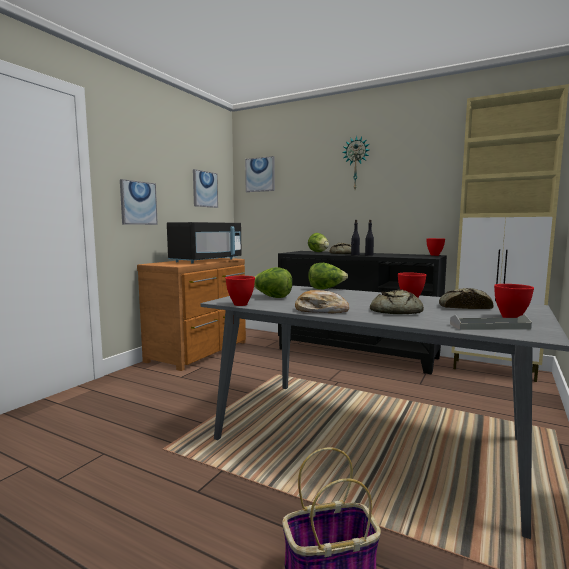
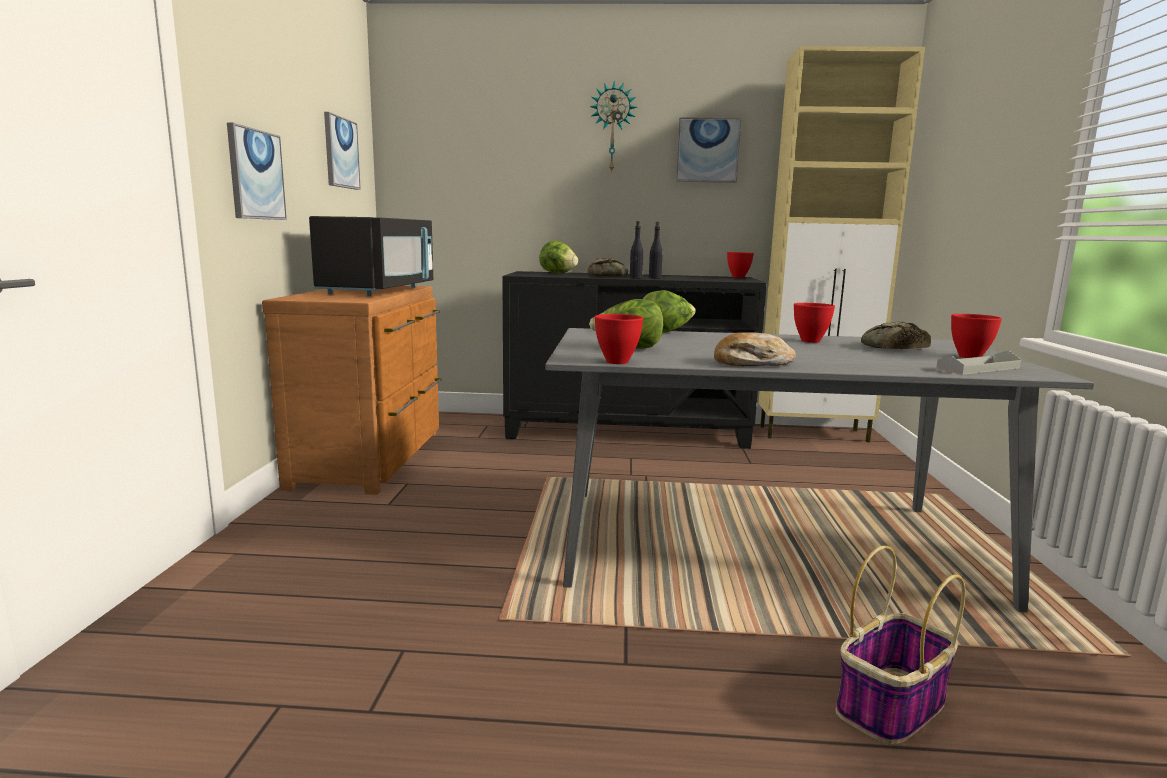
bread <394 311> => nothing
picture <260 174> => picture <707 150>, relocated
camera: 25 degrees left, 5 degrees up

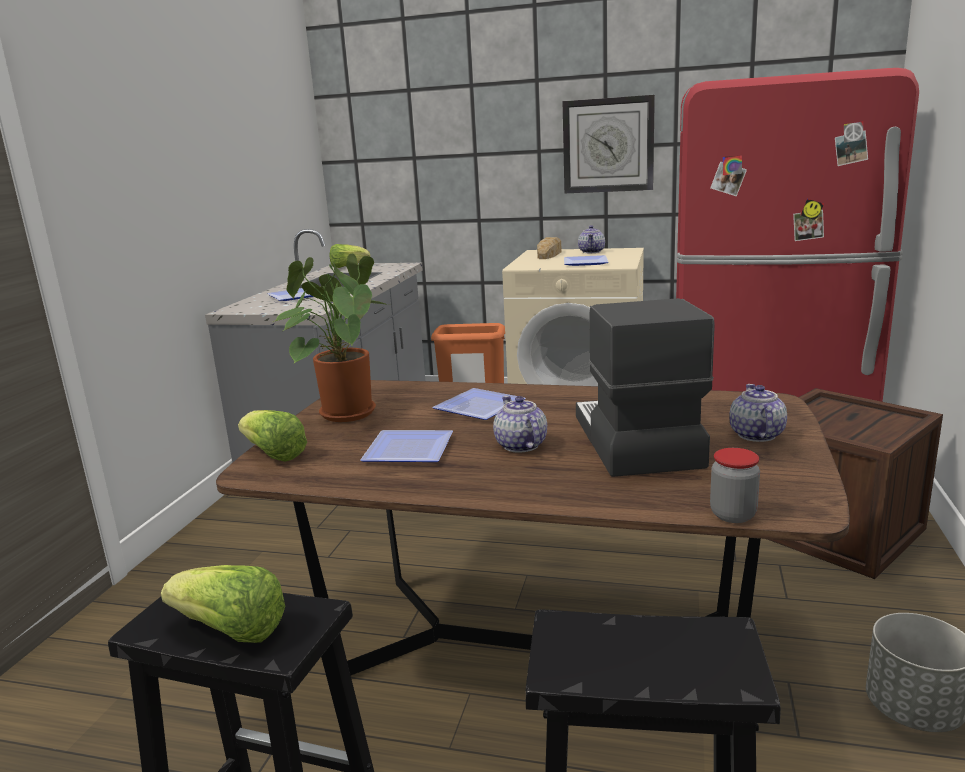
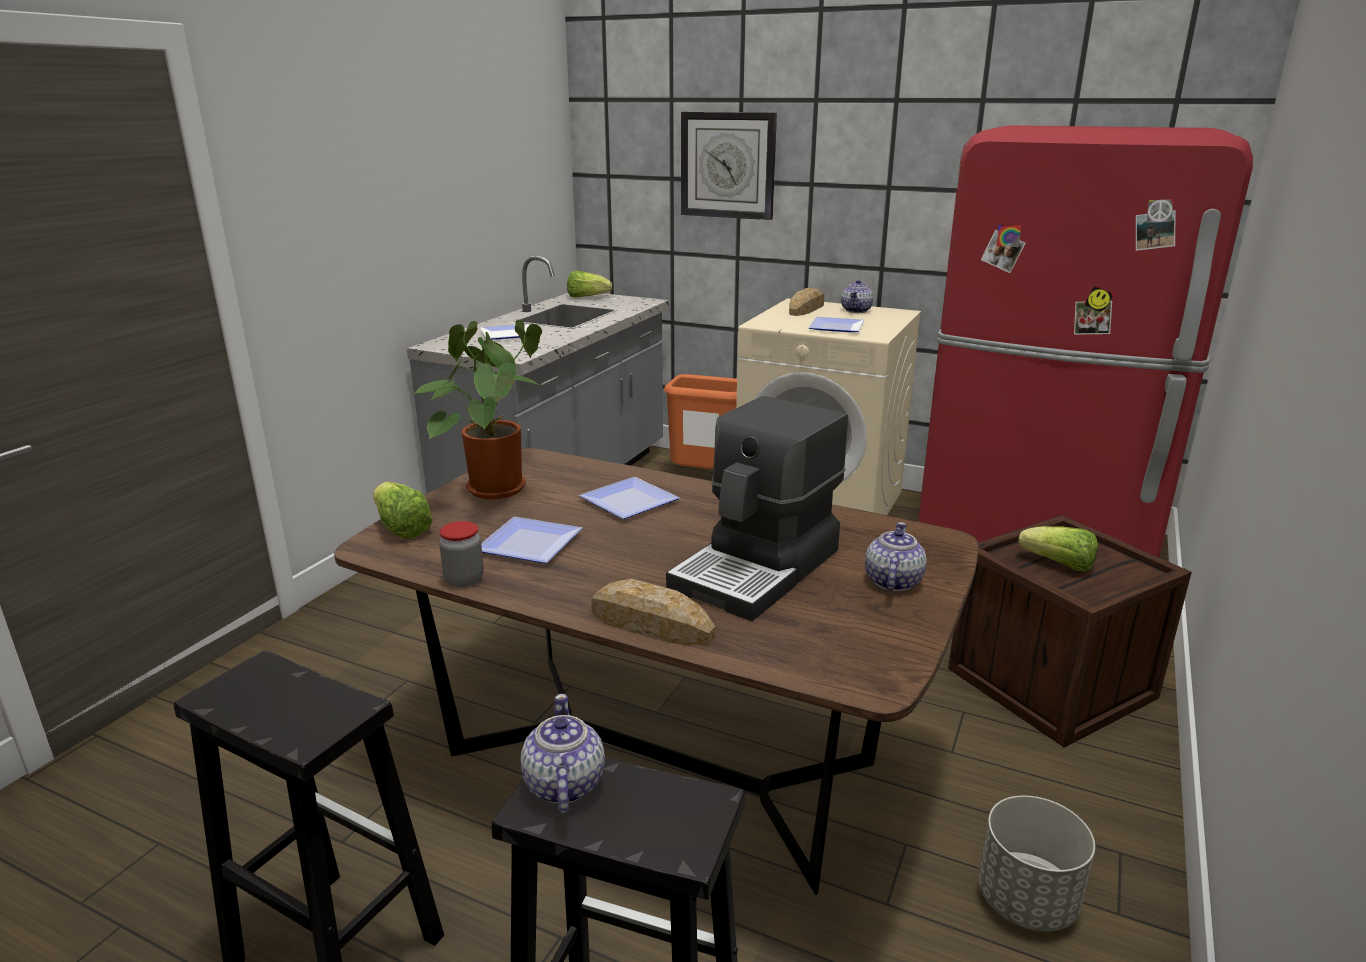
nothing => bread <651 624>
lettuce <231 631> => lettuce <1059 565>, relocated
teapot <520 446> => teapot <563 785>, relocated
wall clock <608 145> => wall clock <728 165>, relocated
jar <733 515> => jar <464 579>, relocated
coffee machine <634 441> => coffee machine <759 569>, 150 degrees counterclockwise
camera: 10 degrees right, 5 degrees up

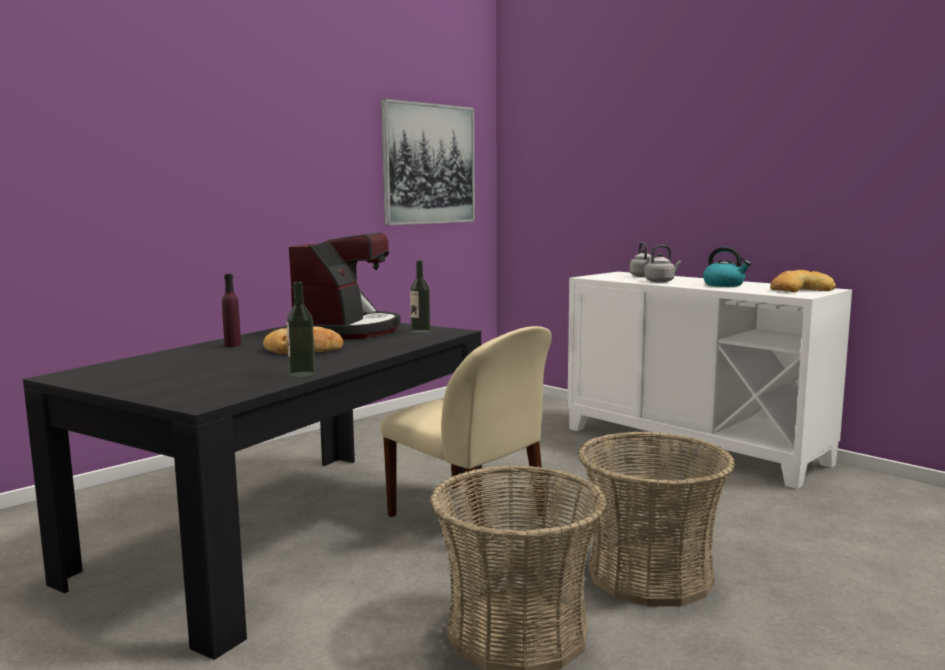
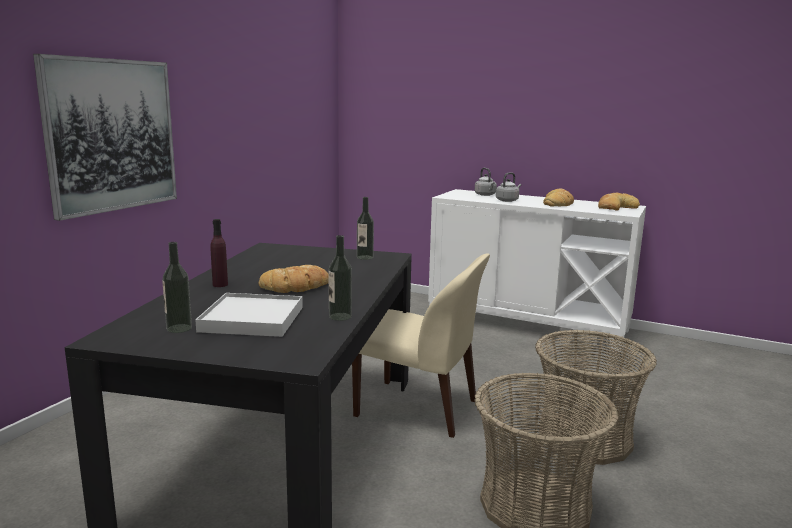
coffee machine <347 331> => nothing
nothing => bottle <179 328>
nothing => tray/white <252 319>
picture <429 164> => picture <111 135>, relocated
kettle <724 285> => bread <558 203>
camera: 20 degrees left, 5 degrees up

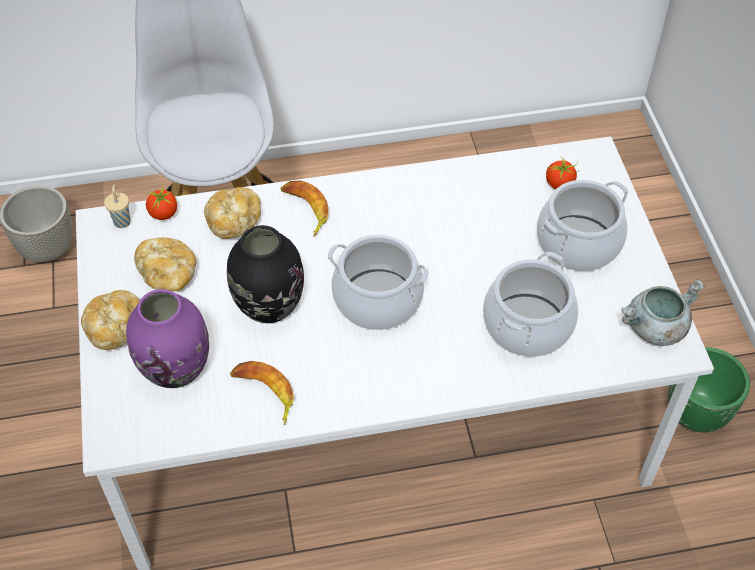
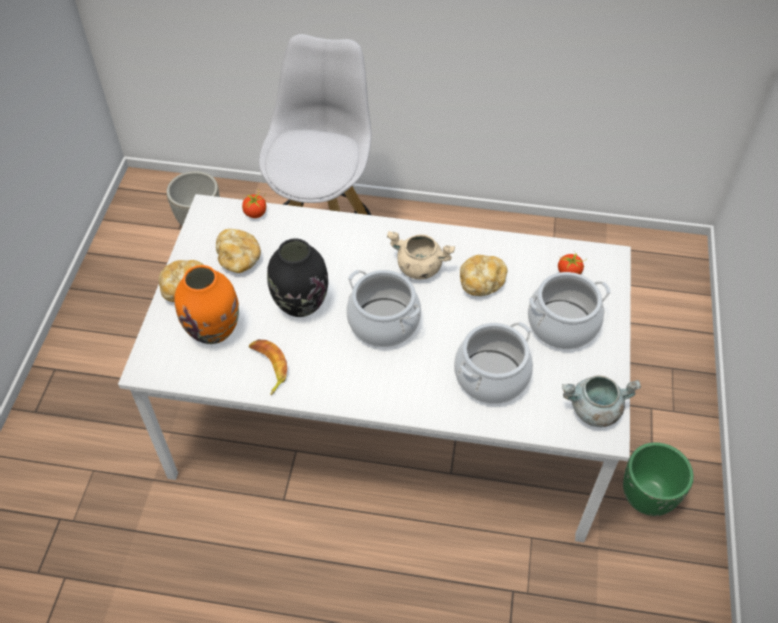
cup/beige <122 221> => nothing
banana <305 210> => nothing
nothing => cooking pot/beige <419 267>
bread <234 221> => bread <482 282>, relocated
vase/purple <176 369> => vase/orange <214 330>
camera: 20 degrees right, 0 degrees up

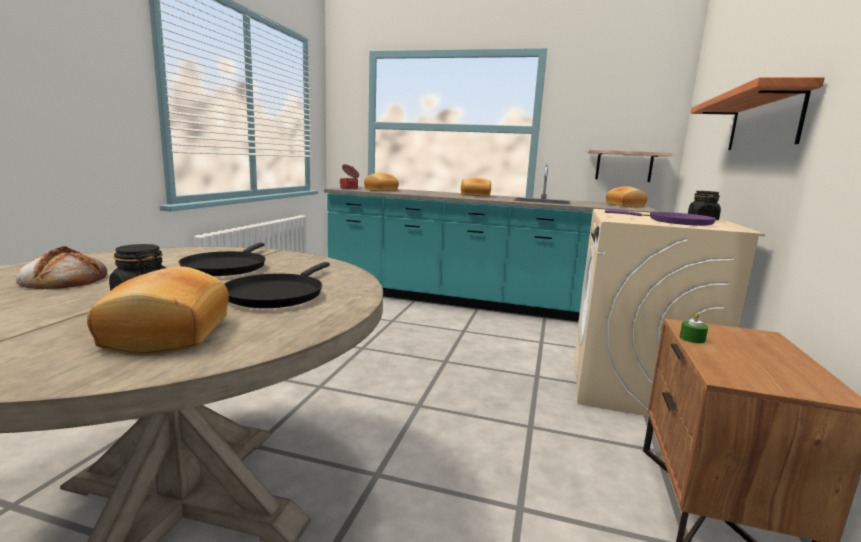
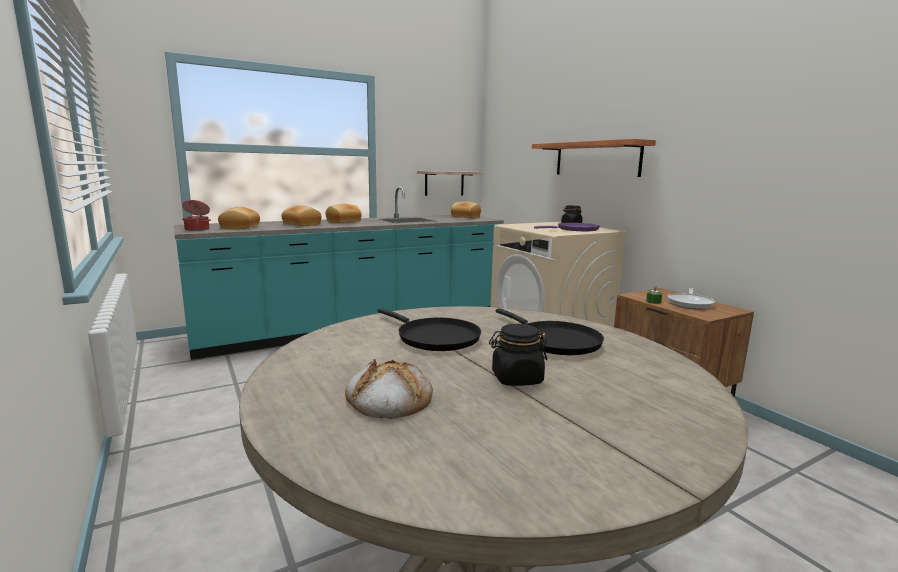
nothing => frying pan <690 303>
bread <164 333> => bread <301 224>, relocated
camera: 45 degrees left, 0 degrees up

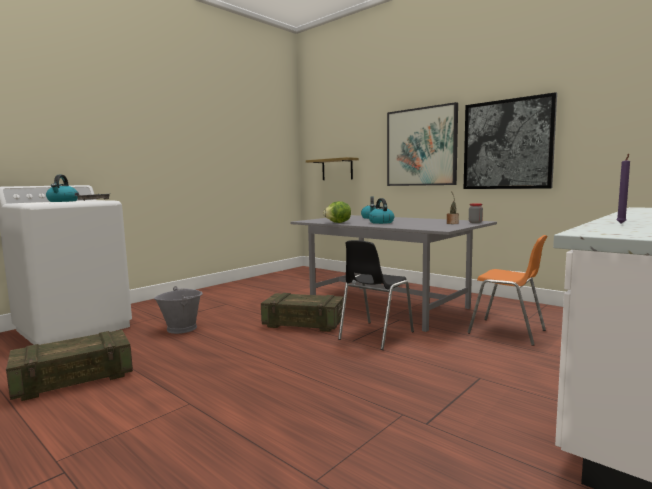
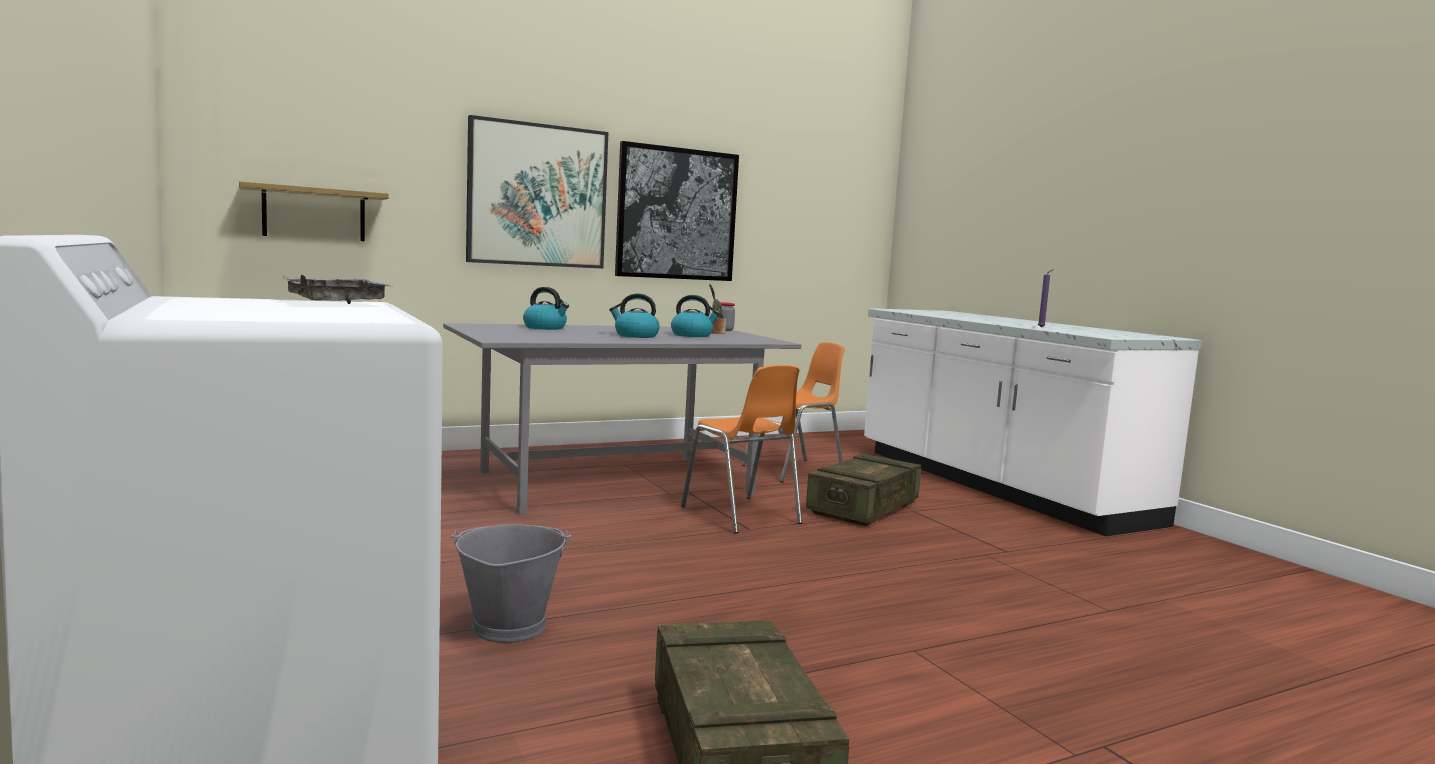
lettuce <338 223> => nothing
kettle <63 201> => kettle <692 335>, relocated
crate <303 324> => crate <863 509>, relocated
chair/black <375 335> => chair/orange <741 515>
camera: 70 degrees left, 0 degrees up

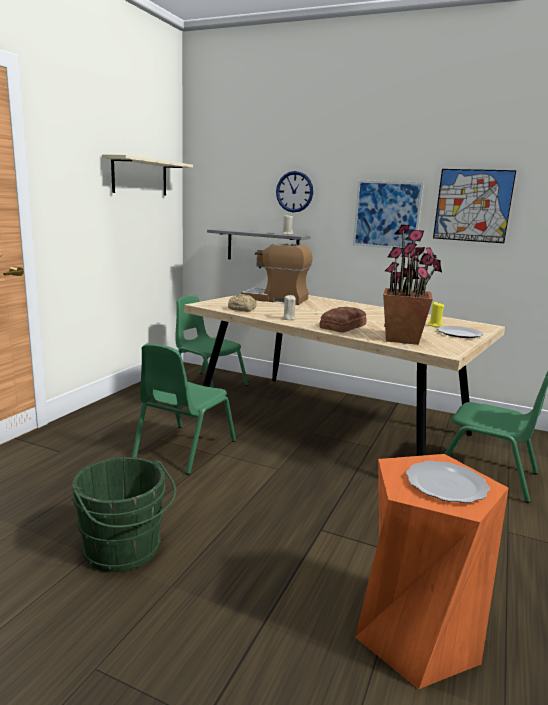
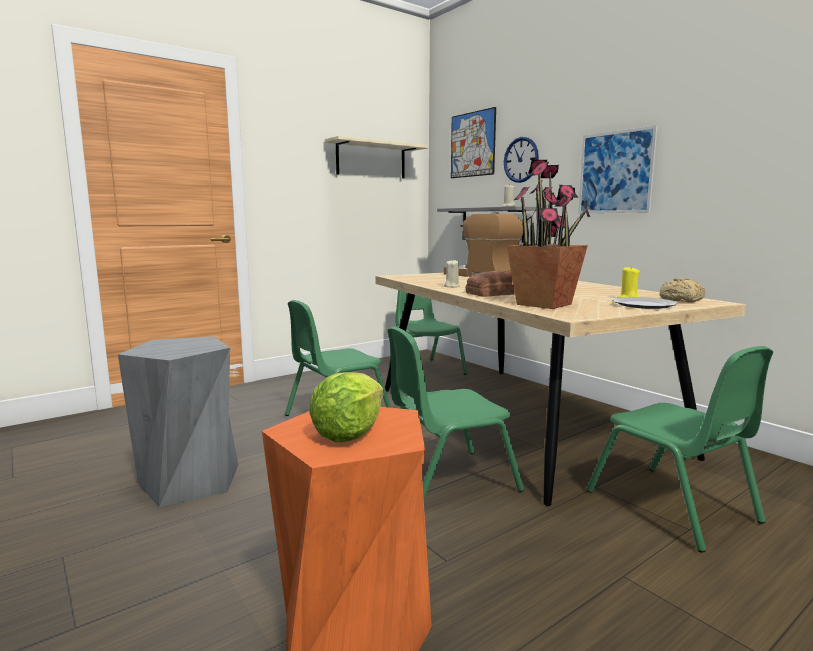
nothing => chair/green <446 481>
bread <242 309> => bread <682 300>, relocated
picture <473 205> => picture <472 144>, relocated
bucket/green <124 551> => stool/grey <190 481>
plate <445 485> => lettuce <350 432>
camera: 30 degrees right, 5 degrees down

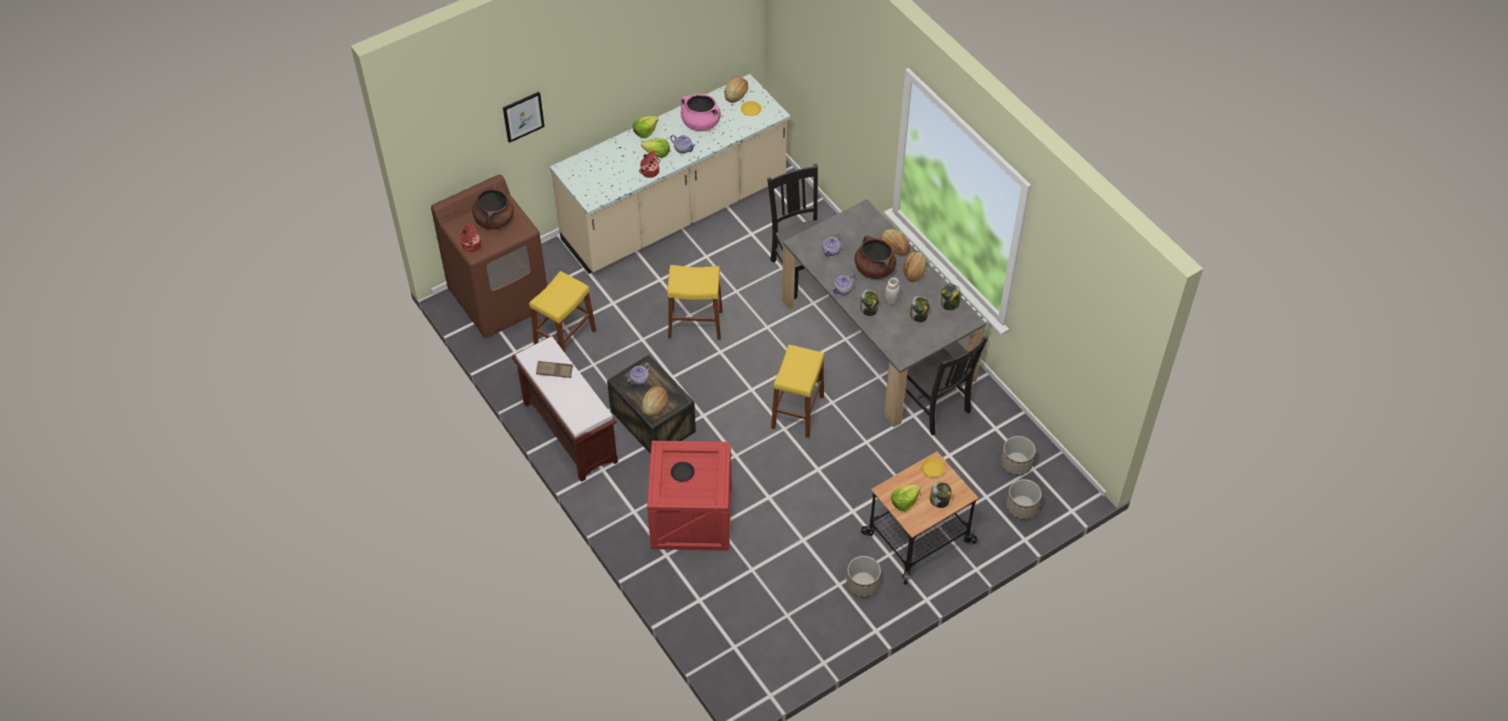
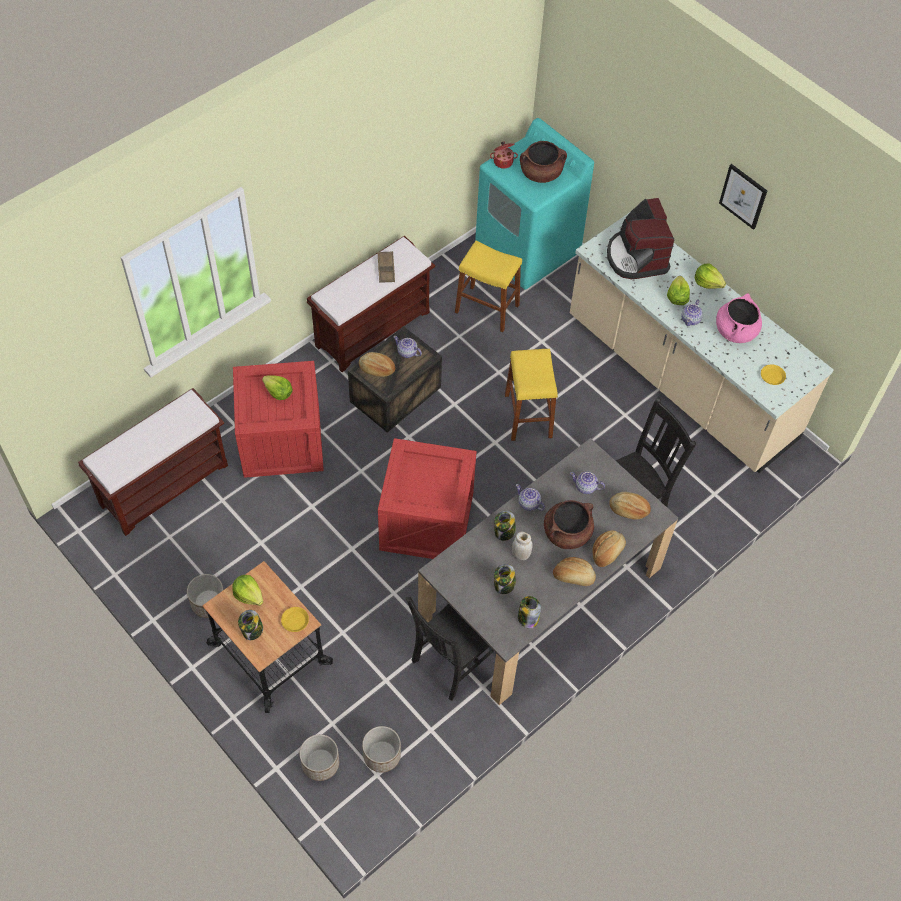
cooking pot <649 171> => nothing
nothing => bench/brown <165 484>
nothing => coffee machine <636 257>
picture <523 116> => picture <743 196>, relocated
bread <736 93> => bread <628 510>, relocated
plate/black <682 473> => lettuce <278 392>
stool/yellow <797 412> => crate <425 522>
washing machine/brown <500 299> => washing machine/turquoise <527 250>
camera: 80 degrees right, 5 degrees up

